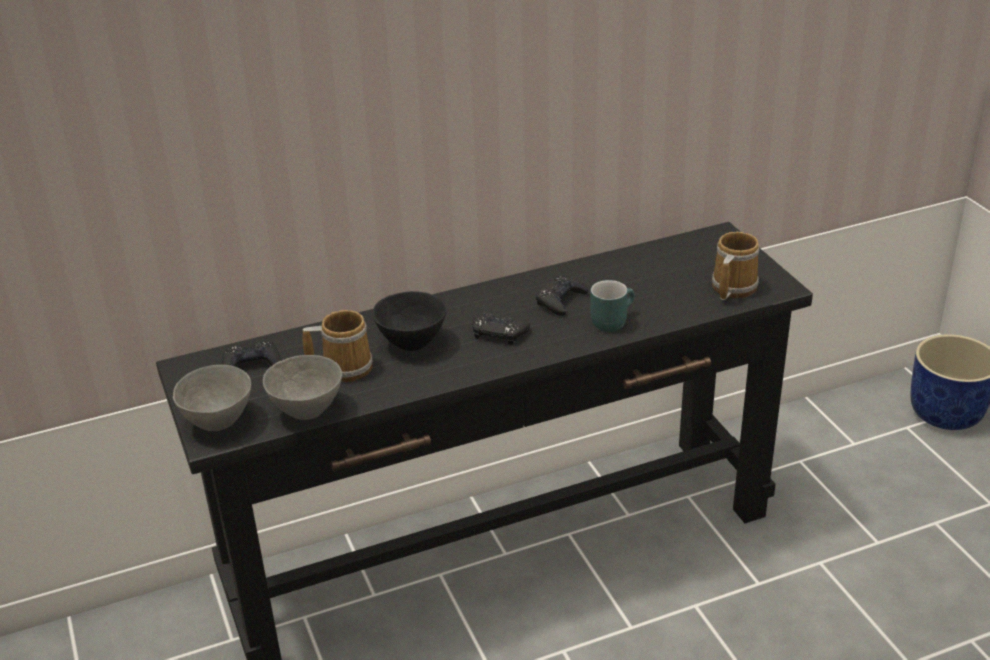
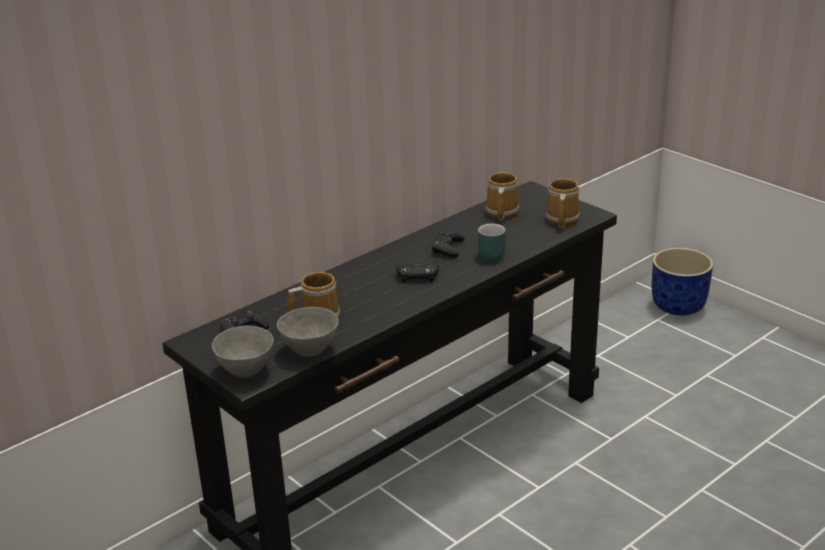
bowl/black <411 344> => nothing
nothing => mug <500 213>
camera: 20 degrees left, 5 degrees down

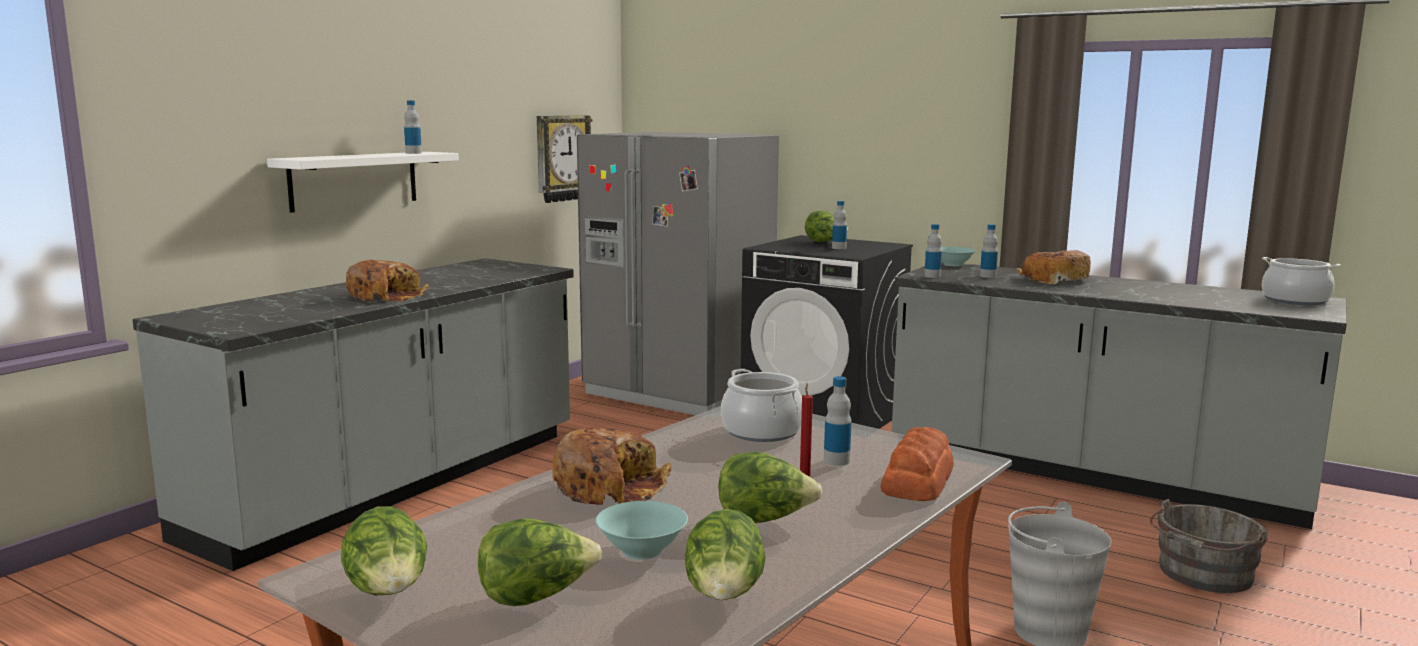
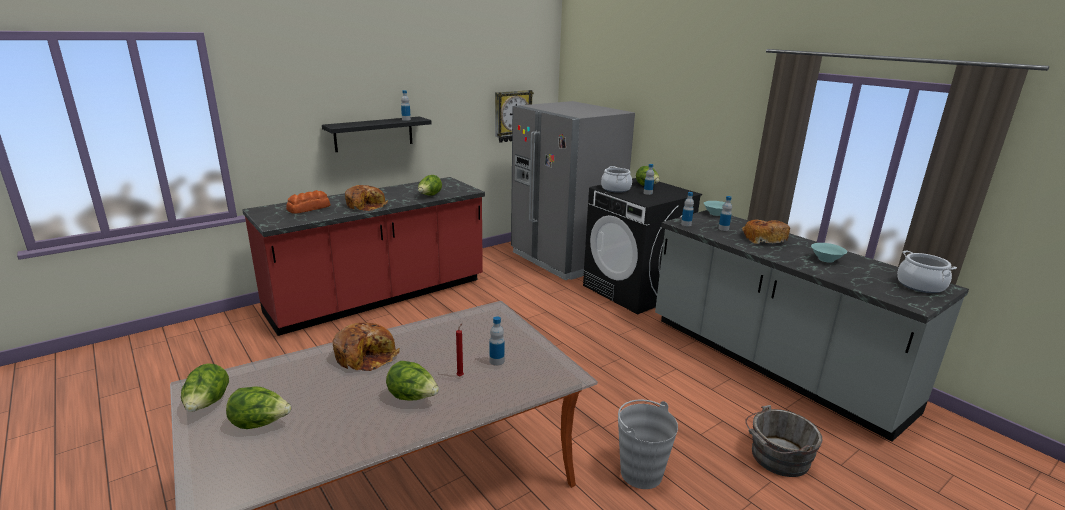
bowl/turquoise <642 550> => bowl/turquoise <826 259>, relocated
lettuce <725 597> => lettuce <429 196>, relocated
cooking pot <762 431> => cooking pot <616 189>, relocated
bread <918 480> => bread <309 208>, relocated
counter/grey <396 484> => counter/red <379 297>
shelf/white <354 180> => shelf/black <374 134>
camera: 20 degrees right, 10 degrees up

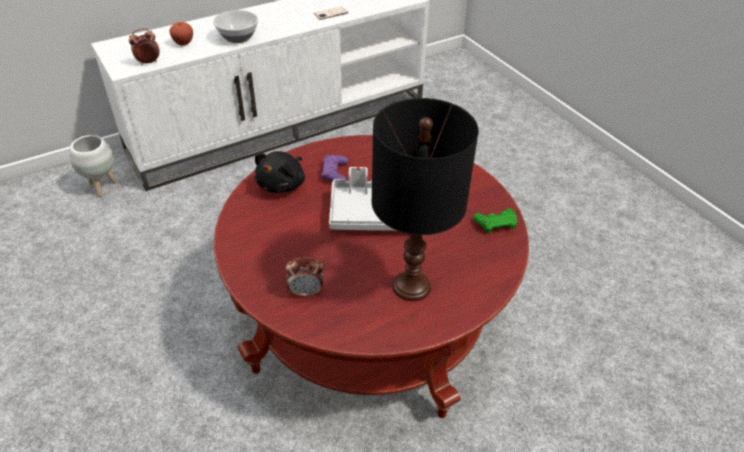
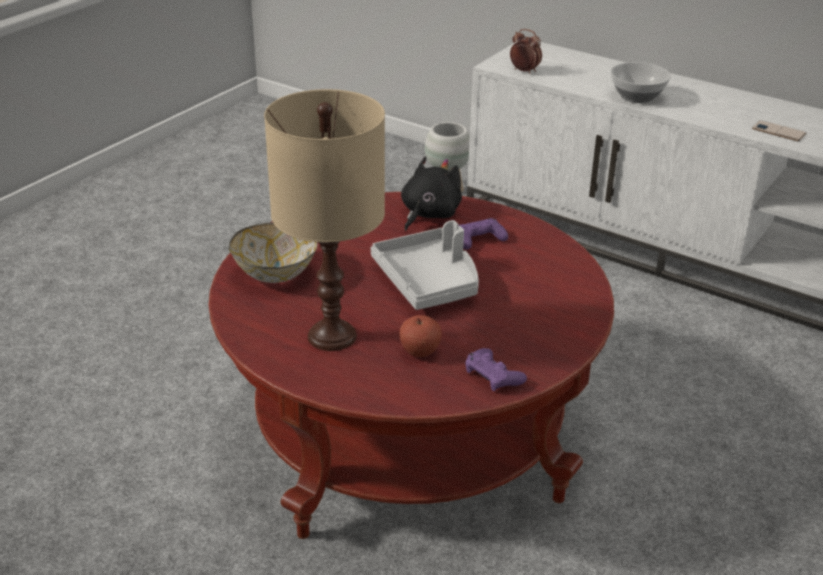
apple <183 43> => apple <420 351>, relocated
alarm clock <306 292> => bowl <276 273>
table lamp/black <411 285> => table lamp/beige <333 336>
game controller/green <496 224> => game controller/purple <493 376>
plush toy/black <282 184> => plush toy/black <428 214>, 120 degrees clockwise
camera: 65 degrees right, 10 degrees down

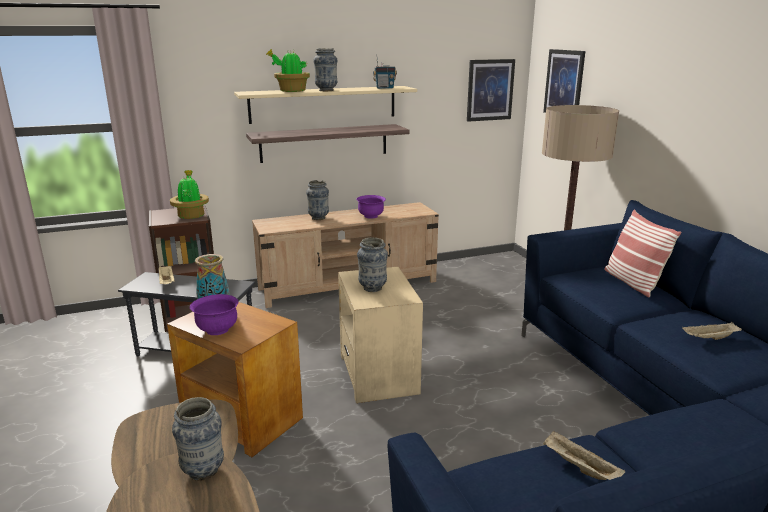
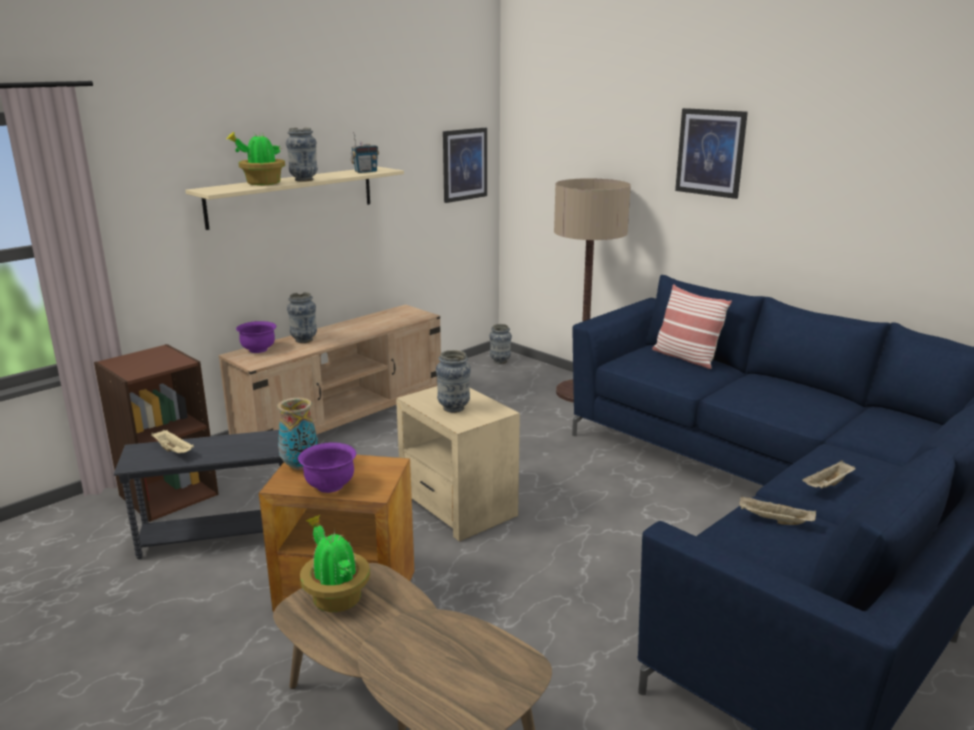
shelf <324 143> => nothing
potted plant <191 215> => potted plant <335 597>, relocated
vase <203 471> => vase <500 361>, relocated
bowl/purple <371 216> => bowl/purple <258 350>, relocated
picture <564 83> => picture <710 152>, relocated
tray/beige <709 338> => tray/beige <827 485>, relocated
camera: 25 degrees left, 0 degrees up

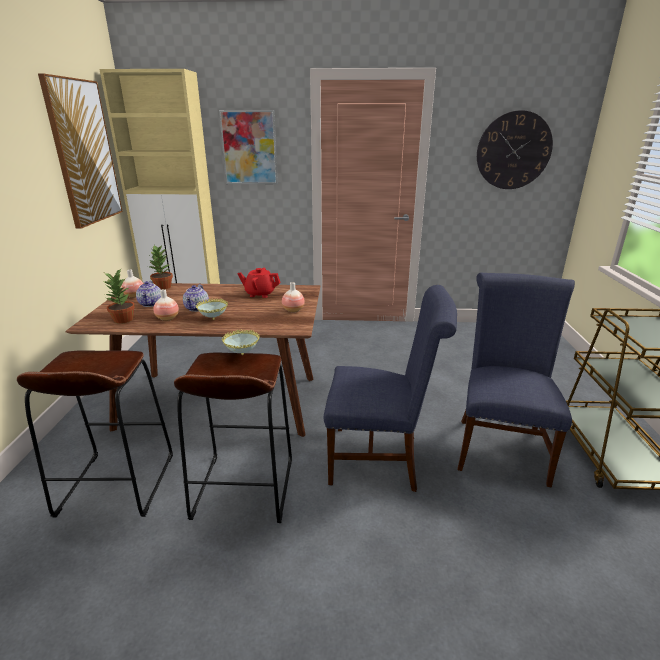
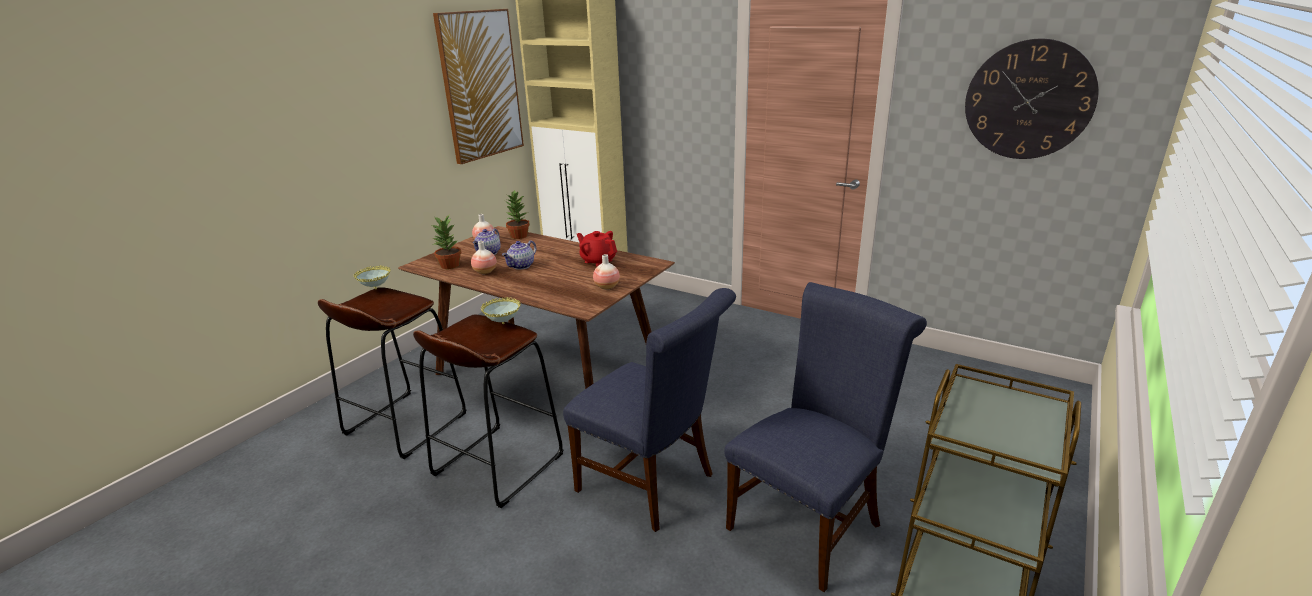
picture <249 148> => nothing
bowl <213 319> => bowl <376 289>, relocated
camera: 30 degrees right, 0 degrees up

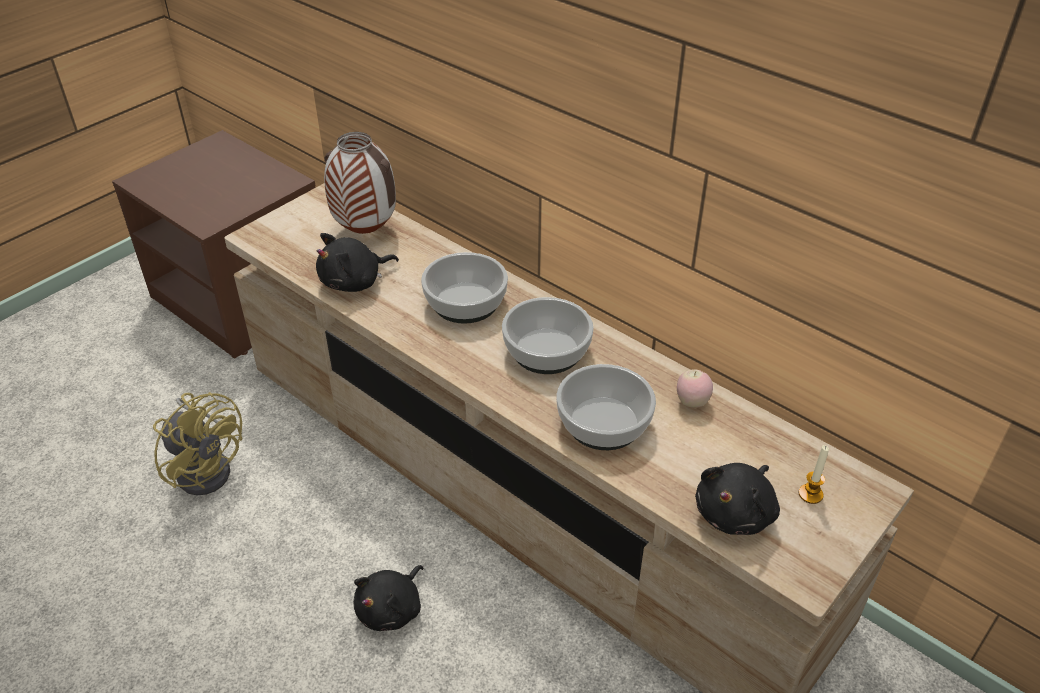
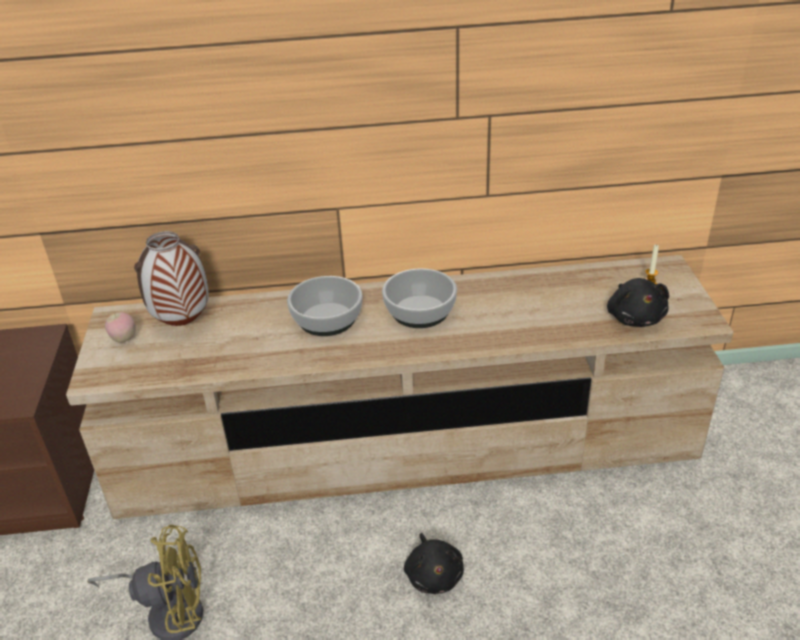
plush toy/black <354 282> => nothing
bowl <602 423> => nothing
apple <692 402> => apple <124 339>, relocated
camera: 45 degrees left, 5 degrees down

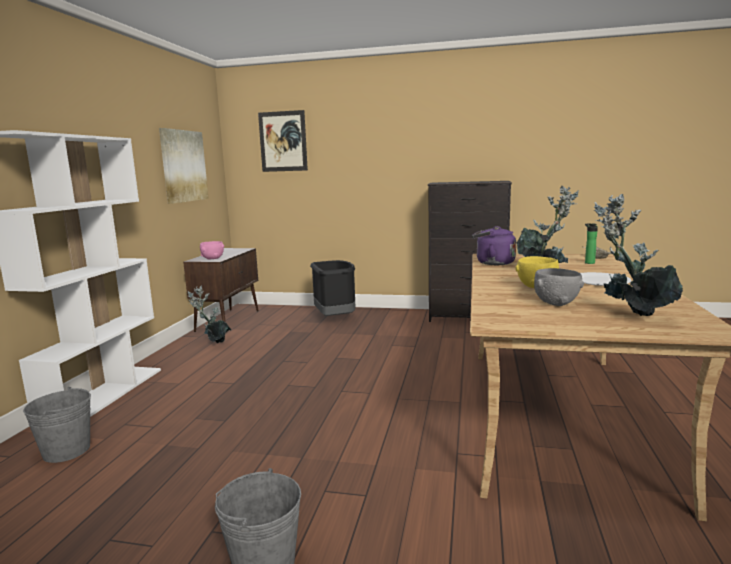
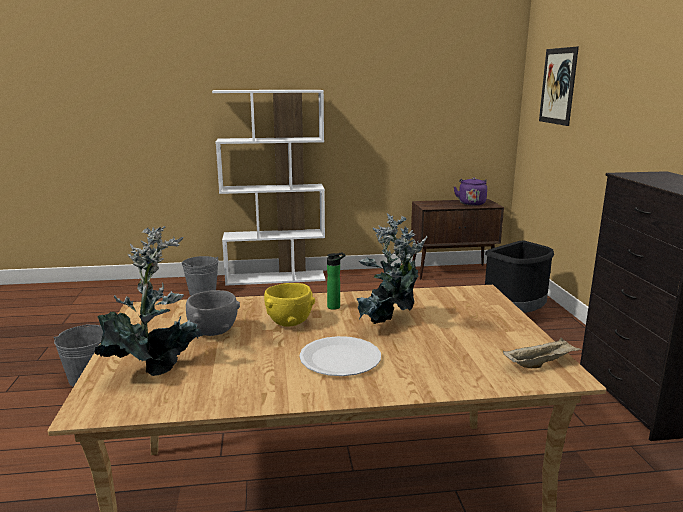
picture <183 166> => nothing
bowl/pink <213 259> => nothing
kettle/purple <492 263> => kettle/purple <471 203>, relocated
bottle <588 262> => bottle <335 306>, relocated
camera: 70 degrees right, 5 degrees up

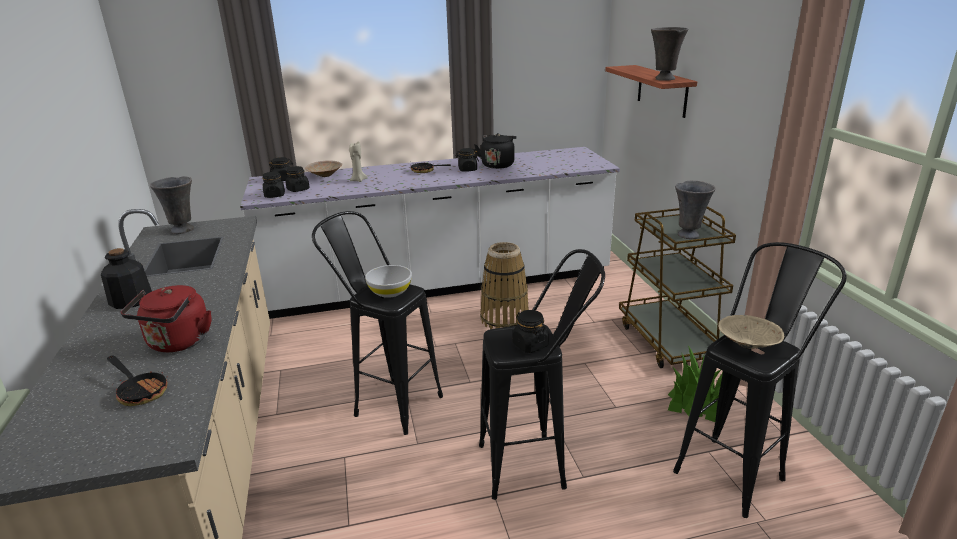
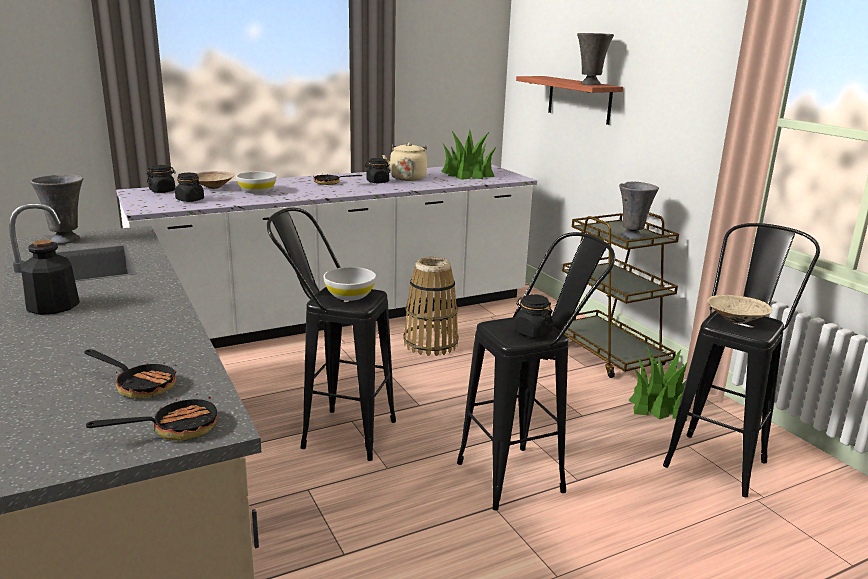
kettle/red <178 343> => nothing
jar/black <274 195> => nothing
nothing => frying pan <175 429>
nothing => potted plant <468 174>
candle/beige <358 180> => bowl/white <257 191>
kettle/black <498 165> => kettle/beige <407 178>
camera: 15 degrees left, 5 degrees down

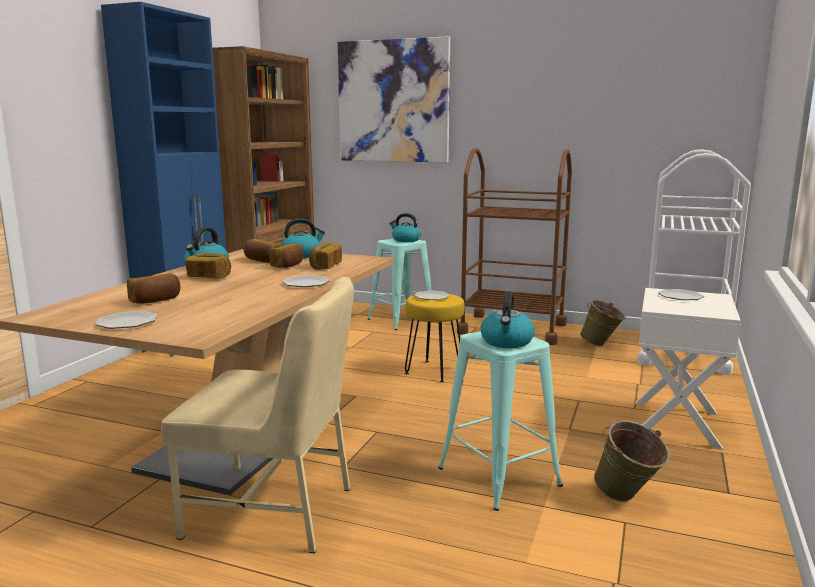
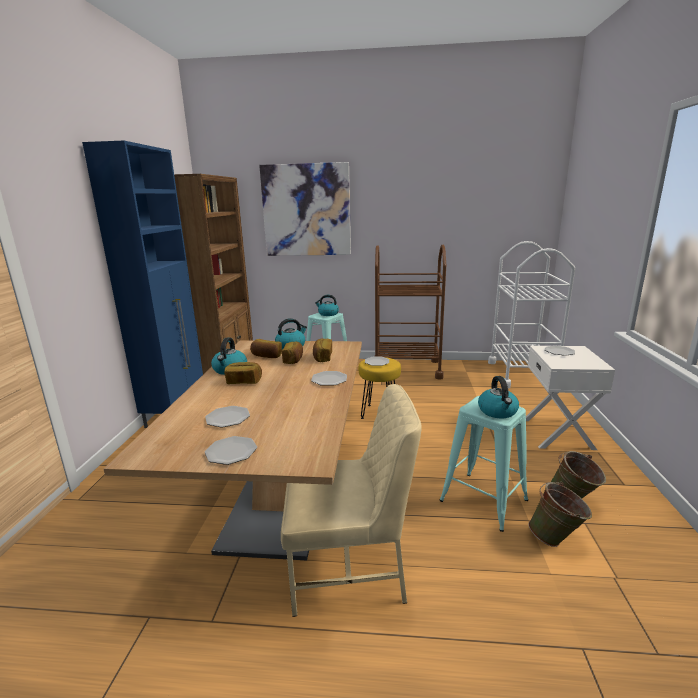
bucket/green <601 345> => bucket/green <556 539>, relocated
bread <155 300> => plate <228 418>
camera: 15 degrees left, 5 degrees up

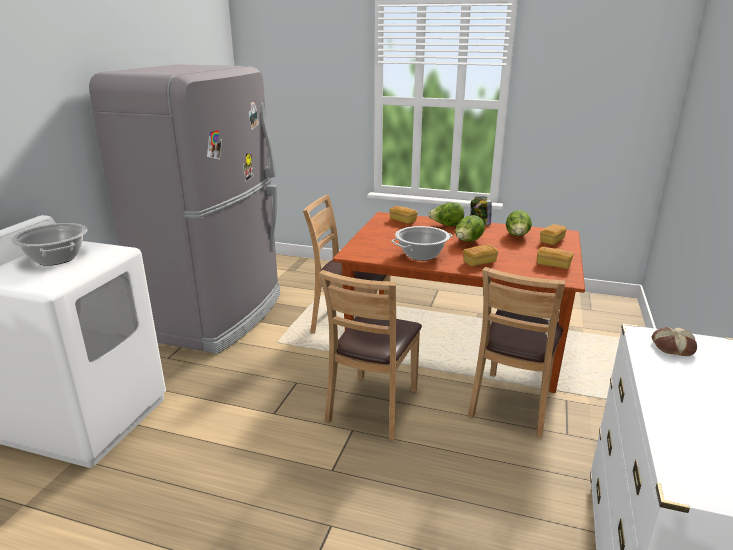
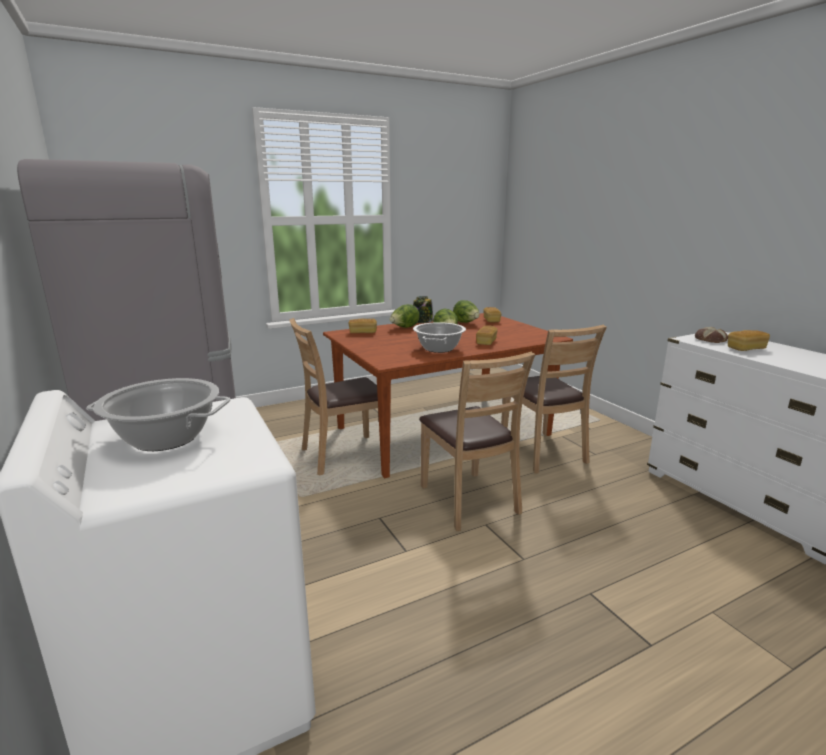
bread <553 265> => bread <746 349>, relocated
camera: 45 degrees left, 5 degrees down

